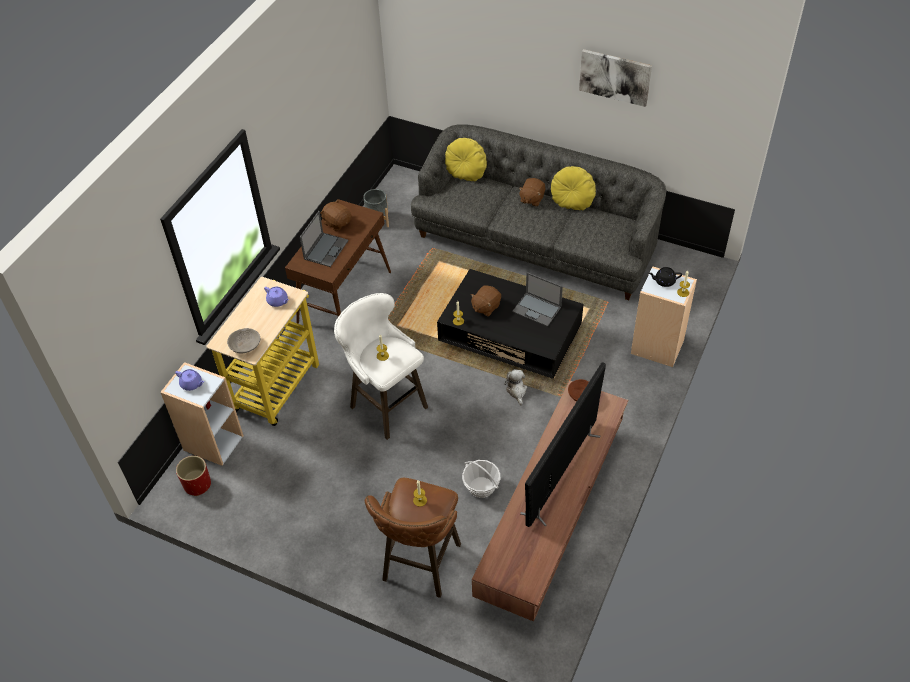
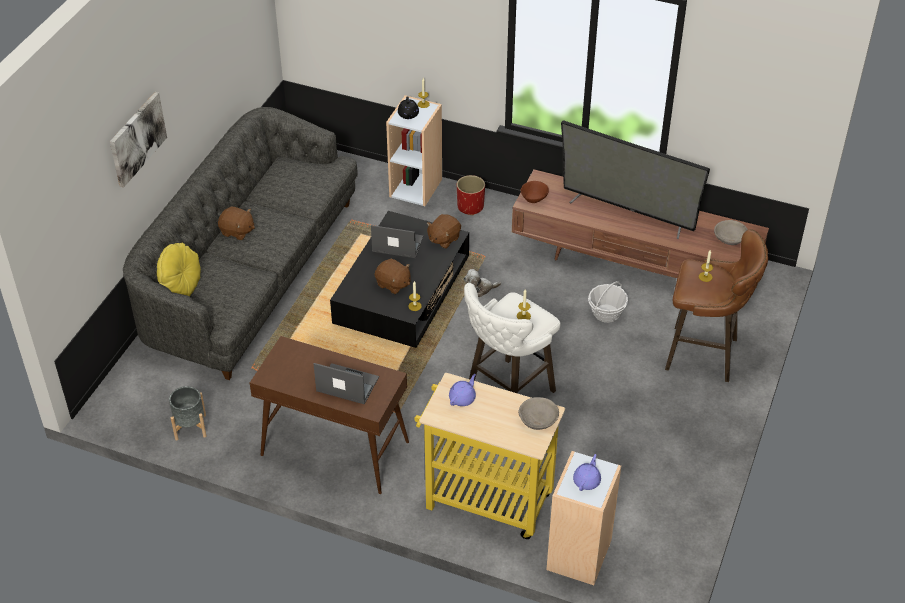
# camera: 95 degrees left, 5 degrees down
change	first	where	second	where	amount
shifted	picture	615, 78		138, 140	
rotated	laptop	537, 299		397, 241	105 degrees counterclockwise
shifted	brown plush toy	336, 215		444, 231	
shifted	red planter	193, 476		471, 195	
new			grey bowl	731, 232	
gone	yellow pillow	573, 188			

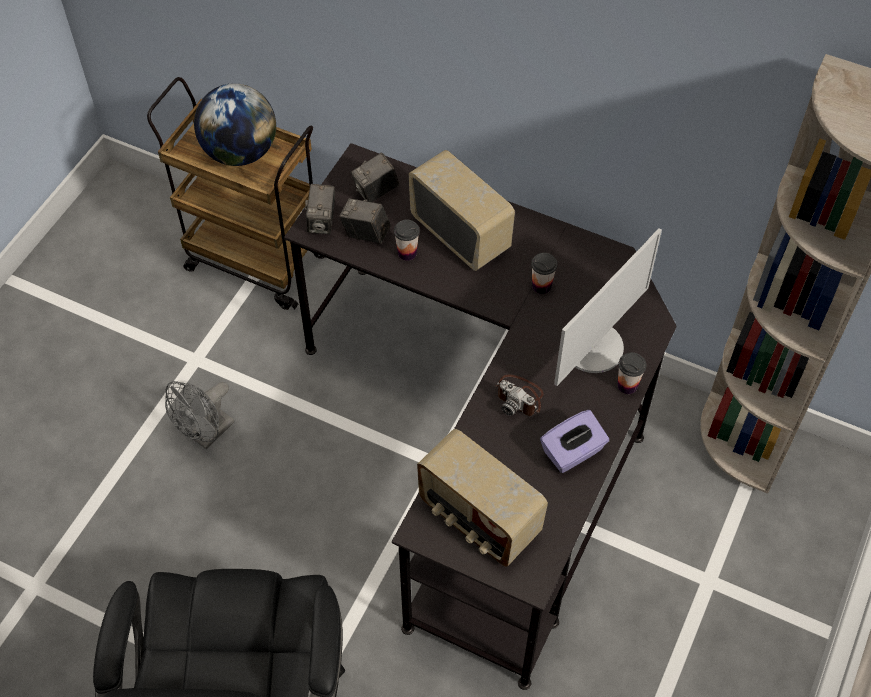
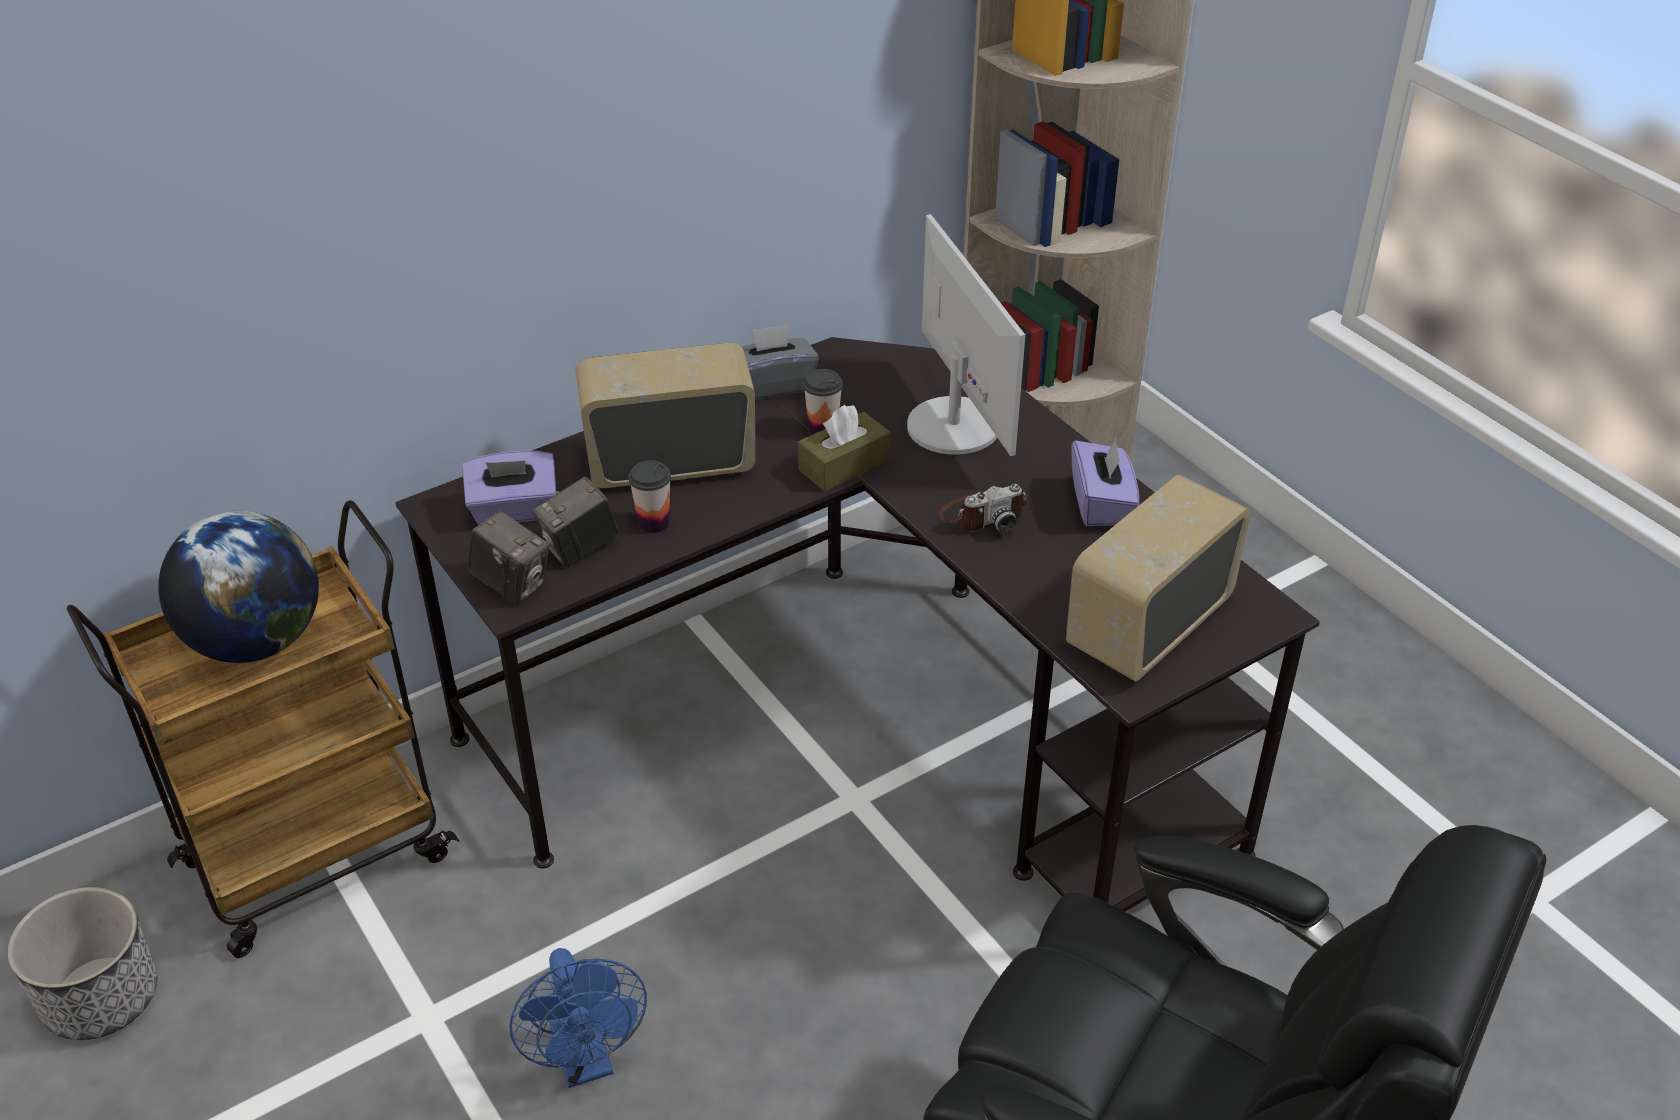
# camera: 60 degrees left, 15 degrees down
change	first	where	second	where	amount
new			planter	82, 963	
swapped	photo camera	375, 177	purple tissue box	509, 487	
repainted	grey fan	199, 415	blue fan	578, 1018	
new			grey tissue box	780, 362	
new			brown tissue box	844, 448	
rotated	radio	482, 498		1158, 577	150 degrees clockwise
gone	cup	631, 373			

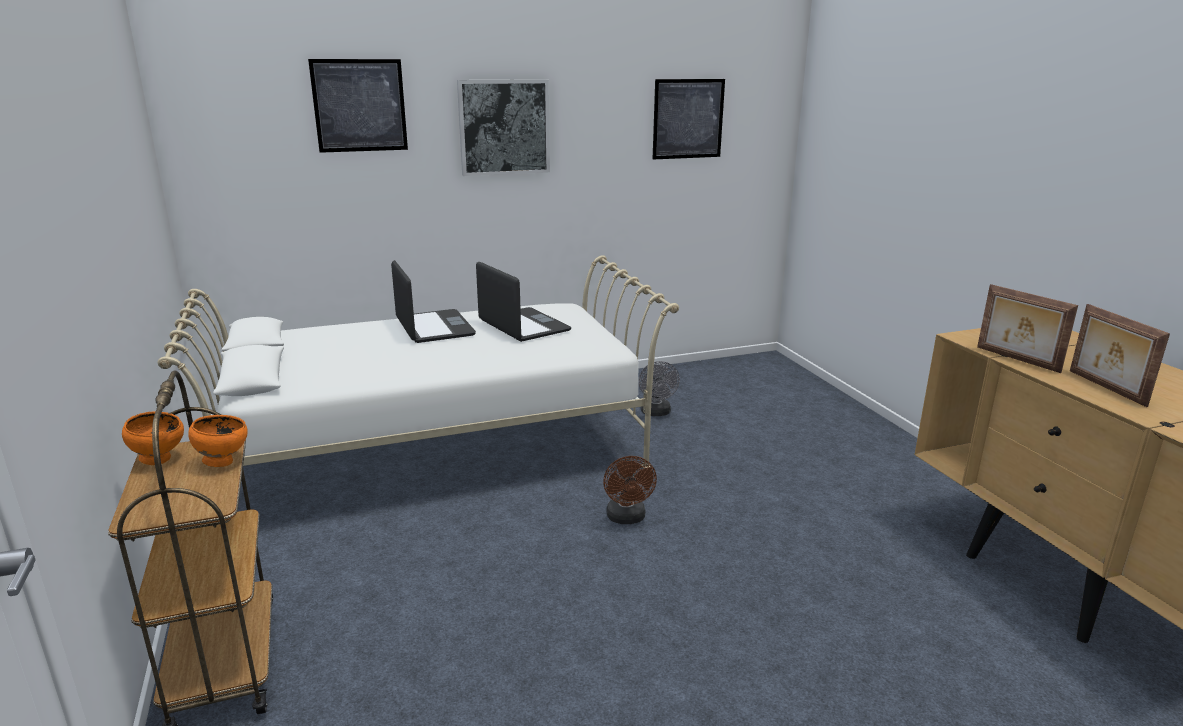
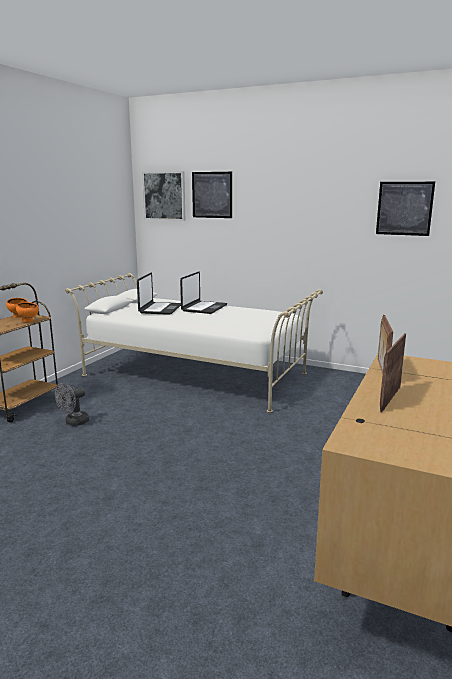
# camera: 45 degrees right, 5 degrees down
change	first	where	second	where	amount
shifted	grey fan	659, 388		72, 404	
shifted	laptop	523, 302		159, 294	
shifted	picture	503, 127		163, 196	
gone	brown fan	630, 490			

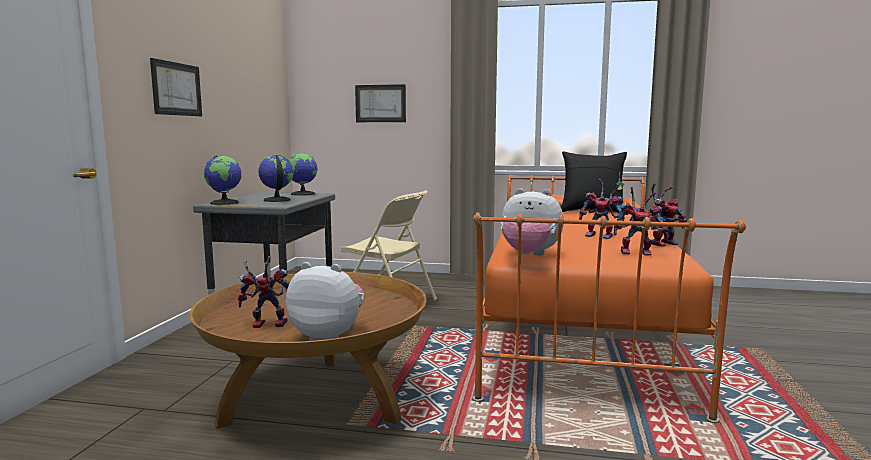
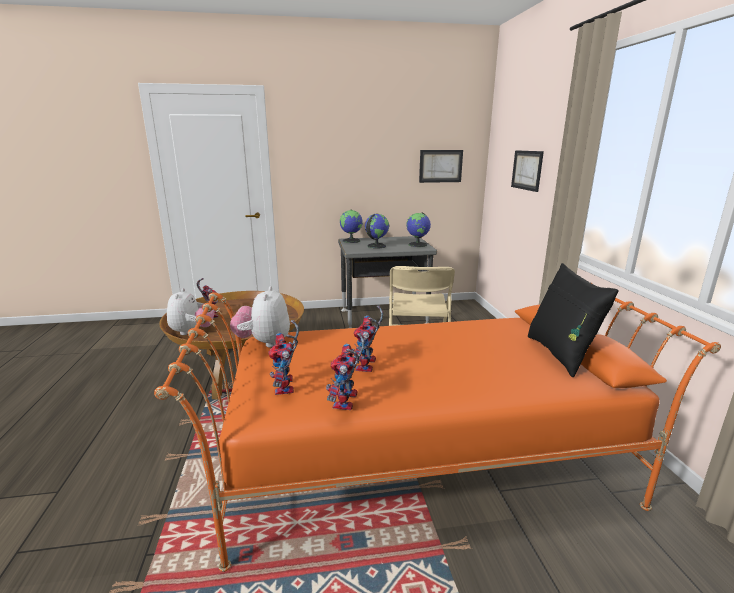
# camera: 70 degrees right, 10 degrees up
change	first	where	second	where	amount
rotated	toy robot	669, 215		345, 371	60 degrees clockwise
shifted	picture	176, 87		441, 166	

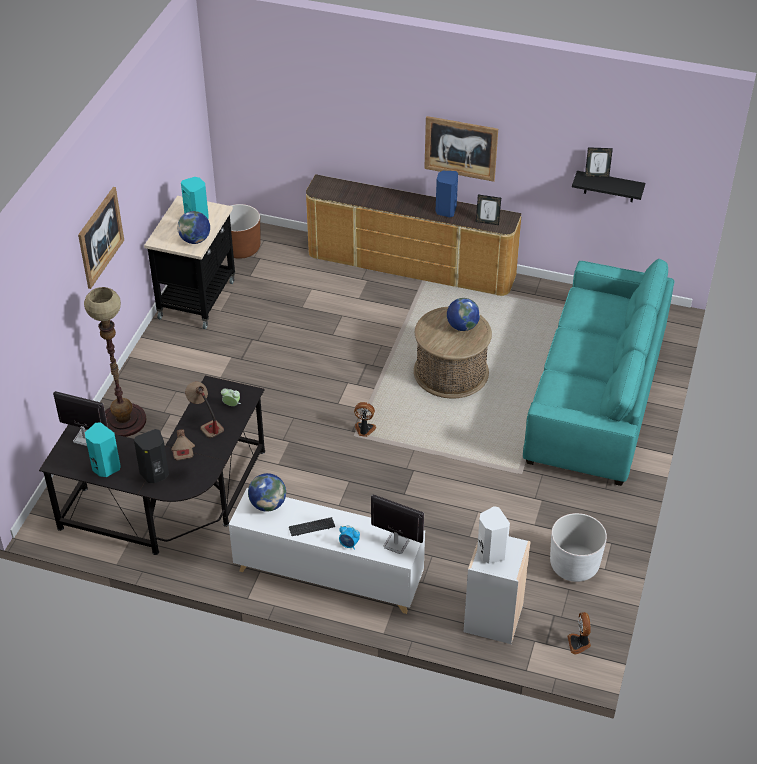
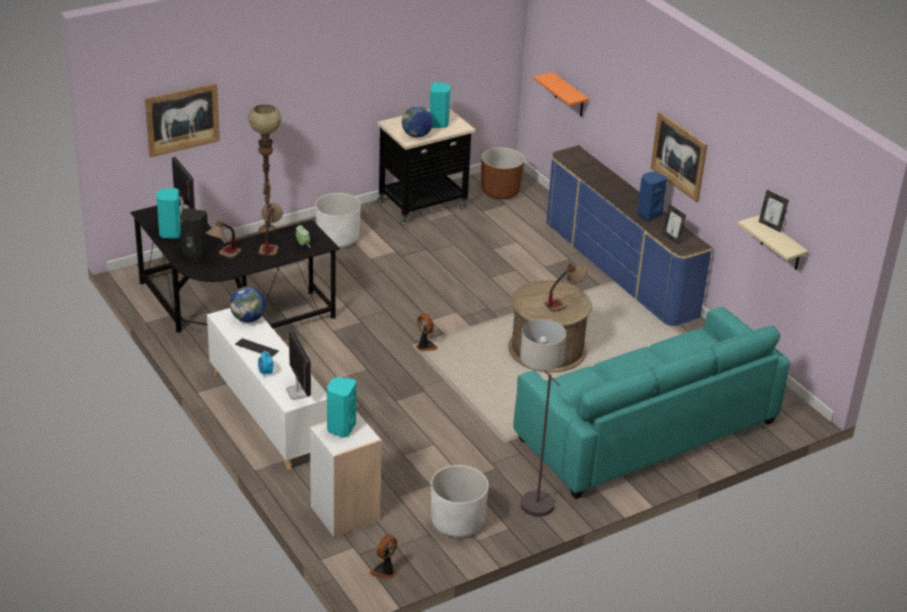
# camera: 40 degrees right, 10 degrees down
change	first	where	second	where	amount
shifted	picture	101, 238		182, 120	
new			white planter	338, 220	
repainted	white speaker	493, 535	turquoise speaker	341, 407	
new			grey floor lamp	543, 418	
new			orange shelf	561, 94	
swapped	globe	463, 314	table lamp	565, 287	
repainted	brown cabinet	414, 235	blue cabinet	629, 235	
repainted	black shelf	608, 186	beige shelf	773, 242	

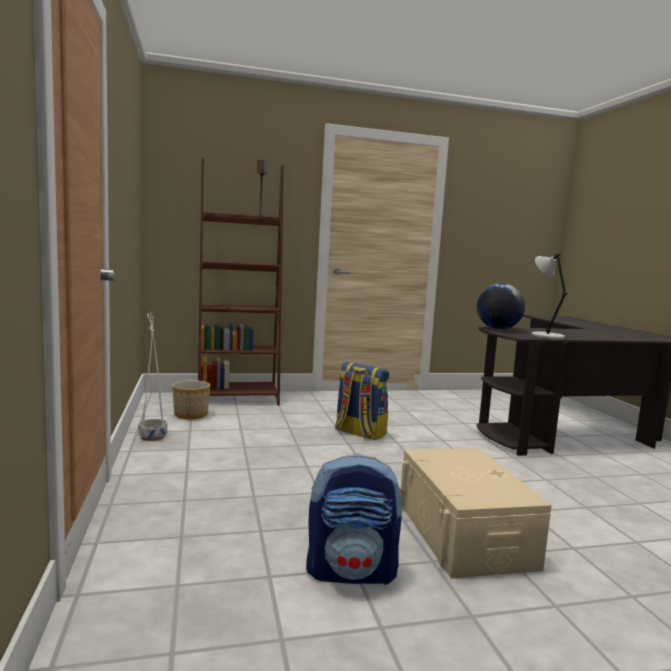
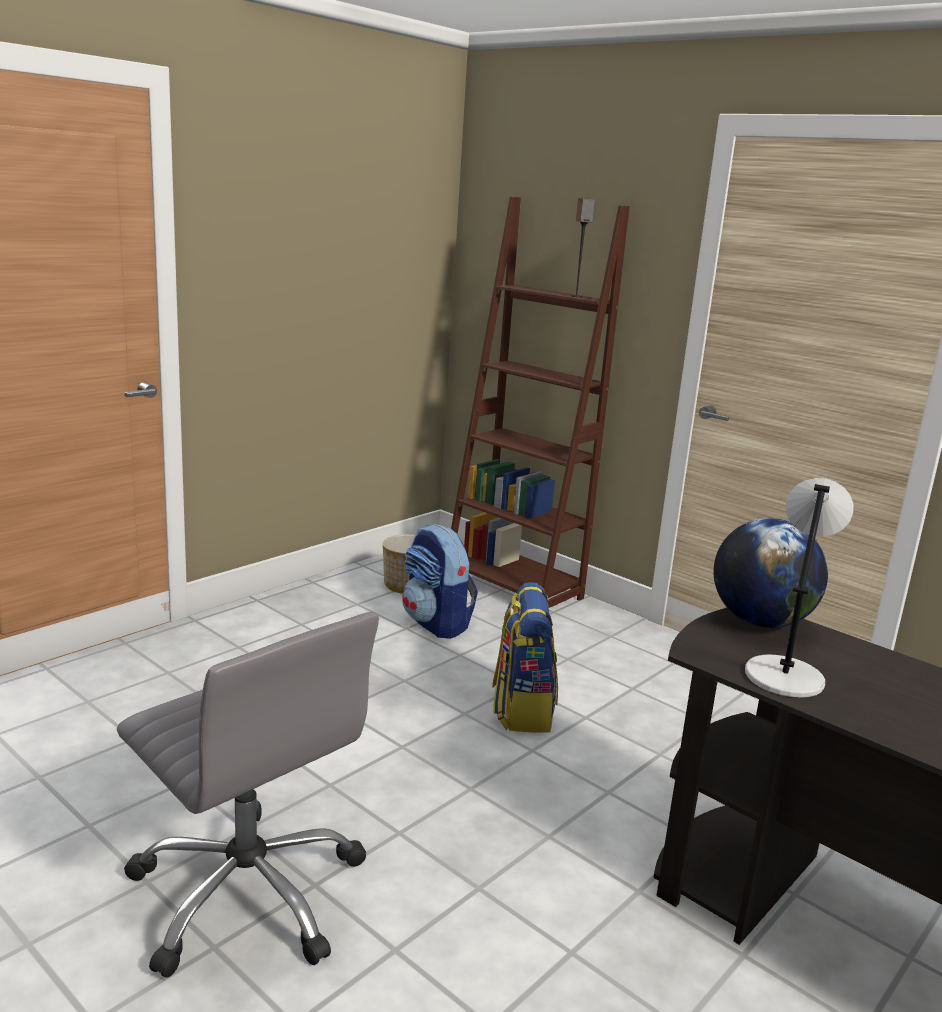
# camera: 55 degrees right, 10 degrees up
change	first	where	second	where	amount
swapped	beige storage box	476, 513	grey office chair	248, 795	
shifted	backpack	355, 519		440, 581	
gone	white planter	152, 376			

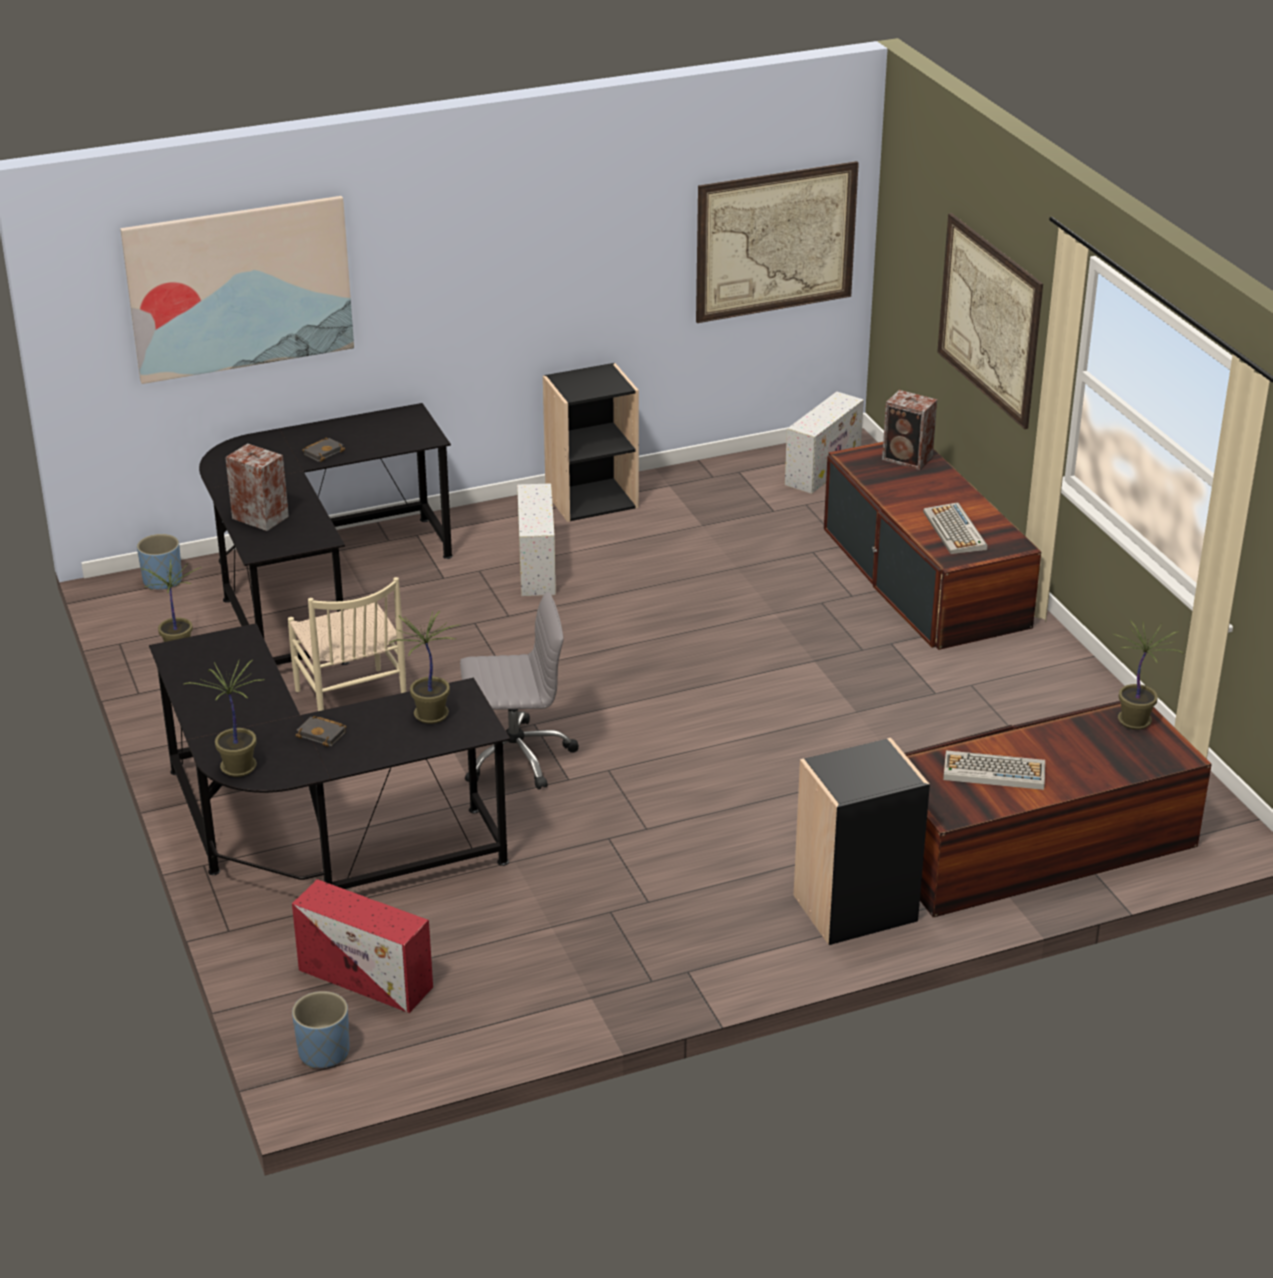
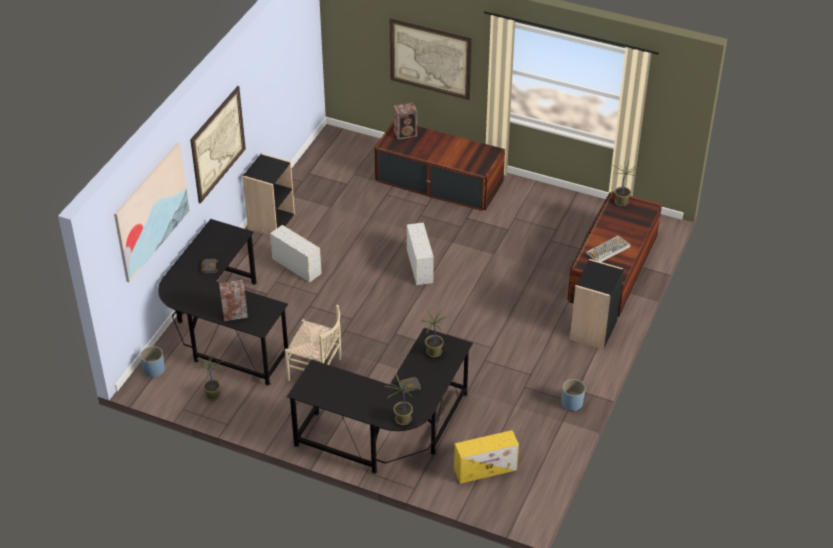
# camera: 45 degrees left, 10 degrees up
change	first	where	second	where	amount
shifted	picture	777, 242		218, 145	
shifted	white storage box	824, 442		420, 254	
repainted	red storage box	362, 946	yellow storage box	486, 457	
shifted	blue planter	321, 1029		573, 395	
gone	grey office chair	519, 691			
gone	keyboard	955, 528			

